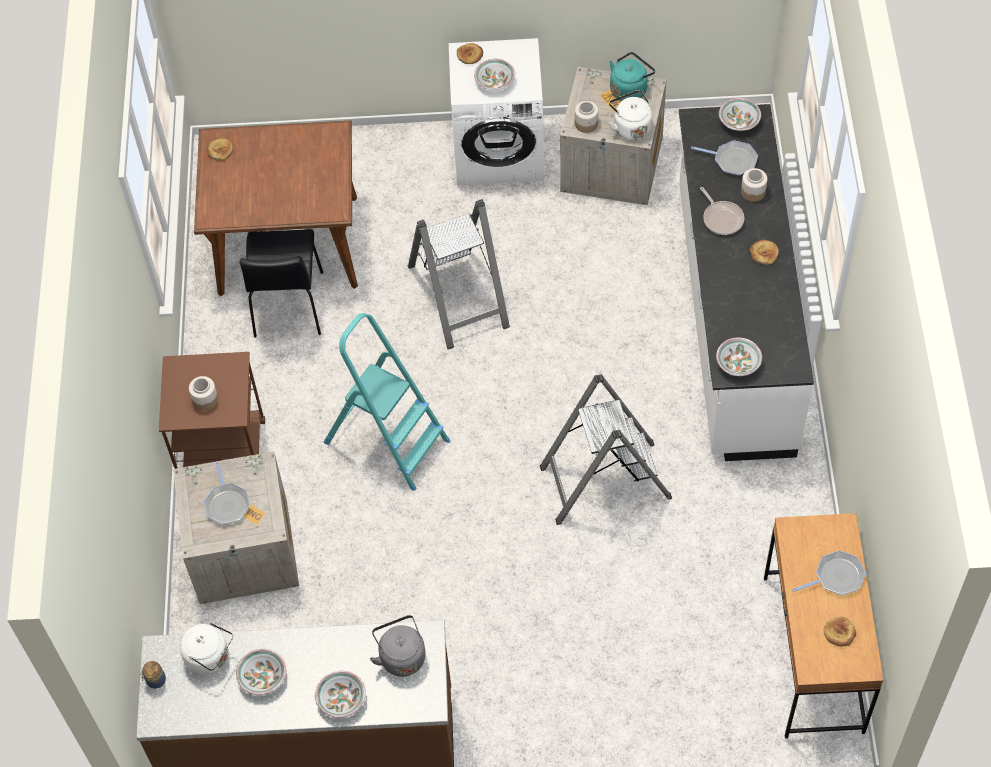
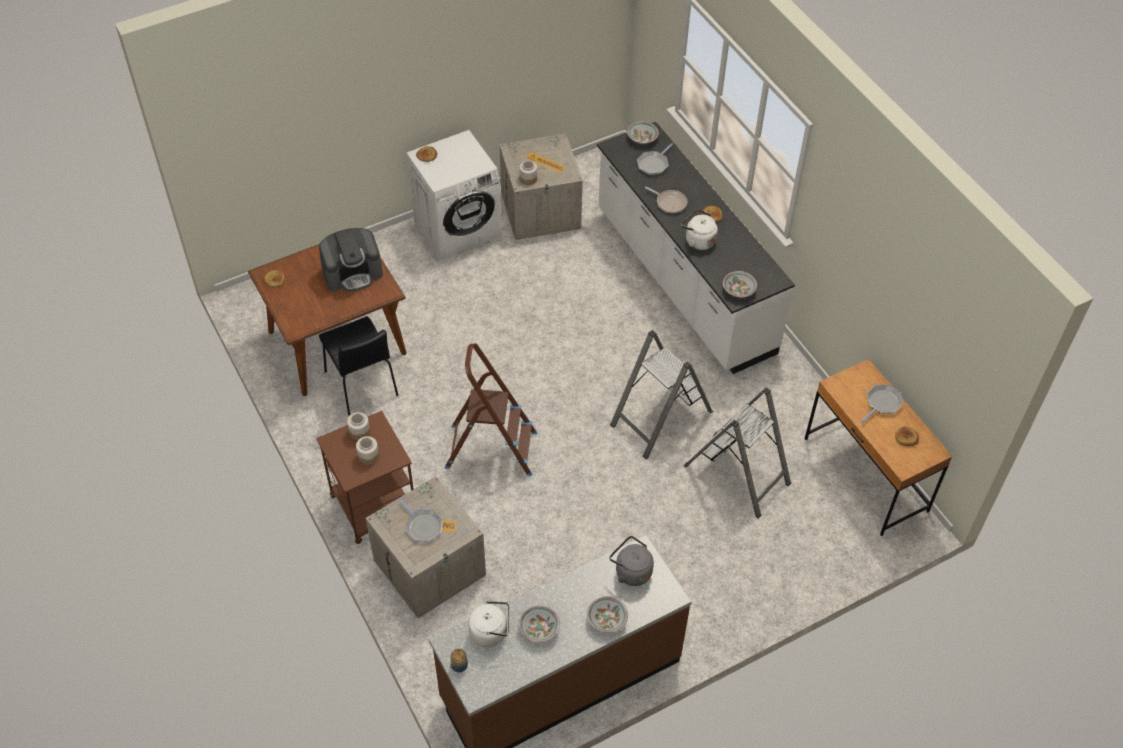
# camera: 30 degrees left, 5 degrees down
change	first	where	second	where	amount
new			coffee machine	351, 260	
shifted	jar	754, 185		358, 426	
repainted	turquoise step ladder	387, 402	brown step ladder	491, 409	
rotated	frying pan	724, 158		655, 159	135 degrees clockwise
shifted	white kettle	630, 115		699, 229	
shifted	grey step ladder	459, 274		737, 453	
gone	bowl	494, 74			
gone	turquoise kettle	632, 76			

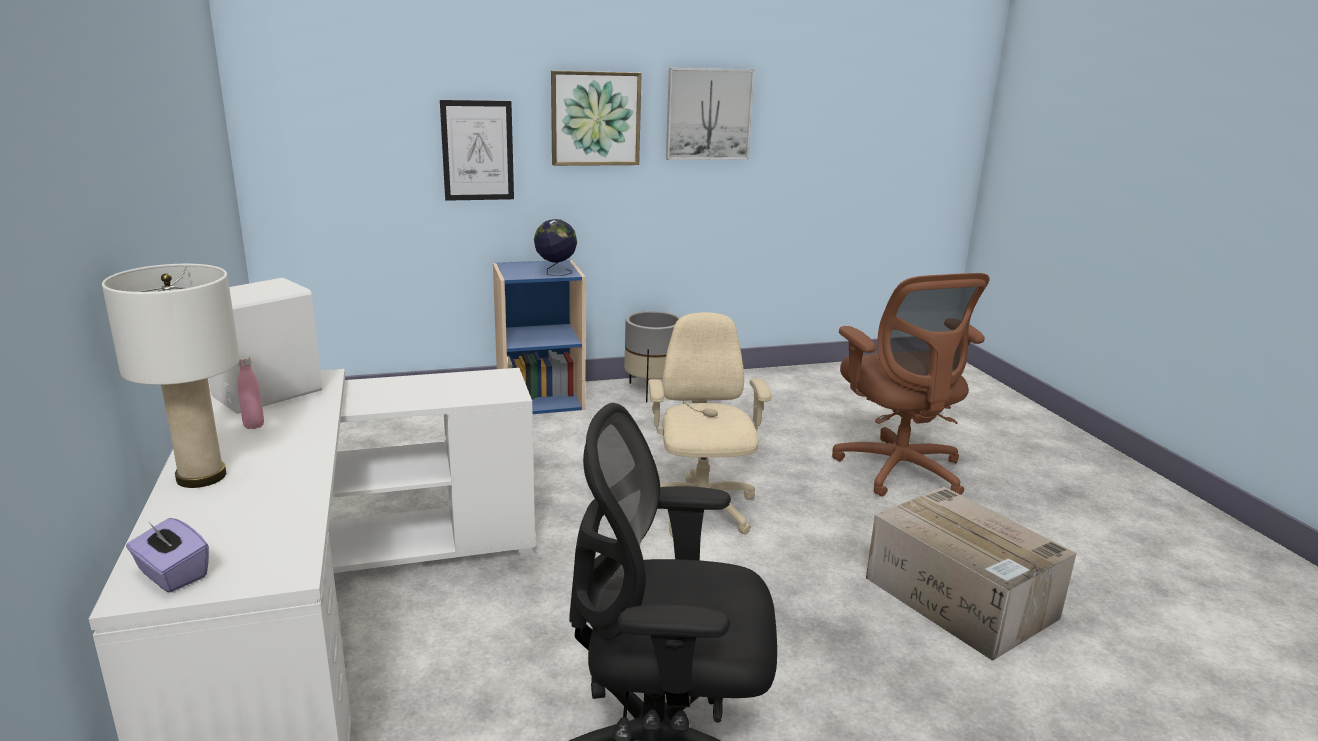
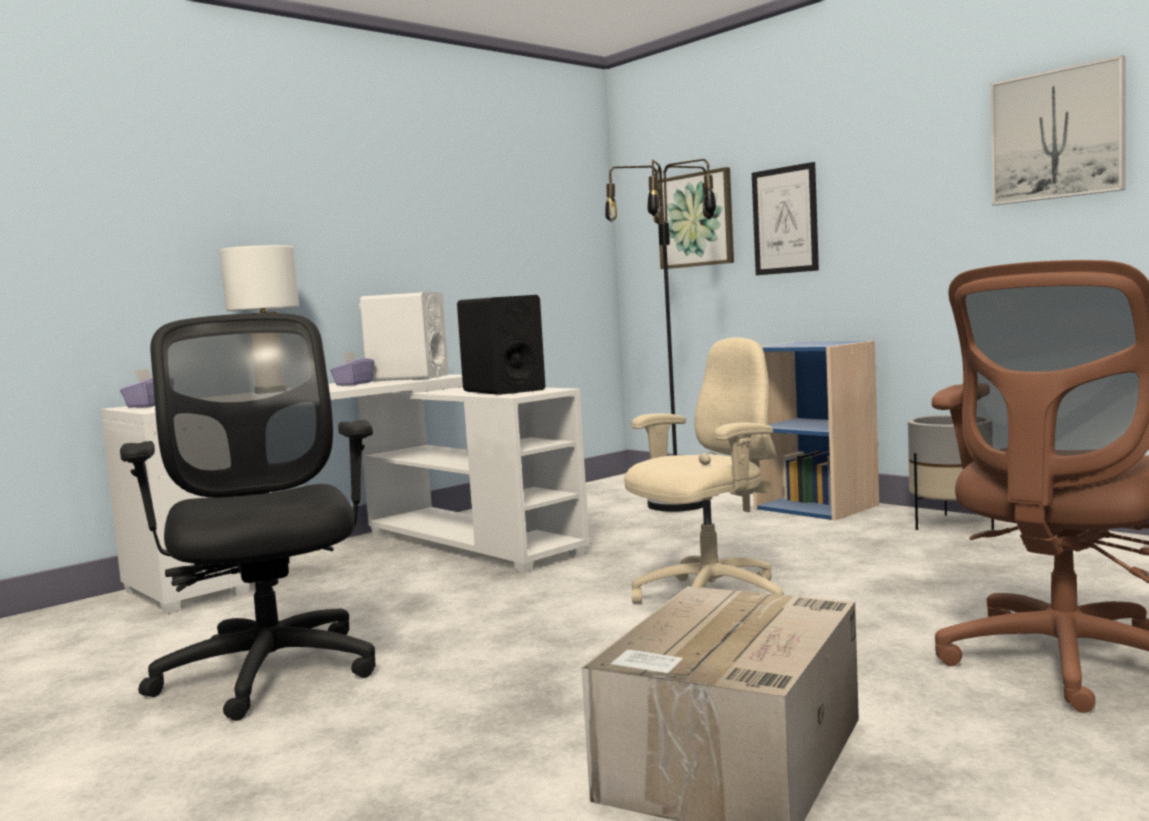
# camera: 65 degrees right, 15 degrees down
change	first	where	second	where	amount
swapped	pink bottle	251, 392	purple tissue box	352, 368	
new			black speaker	501, 345	
new			floor lamp	660, 335	
shifted	picture	596, 118		696, 218	
gone	globe	555, 247			

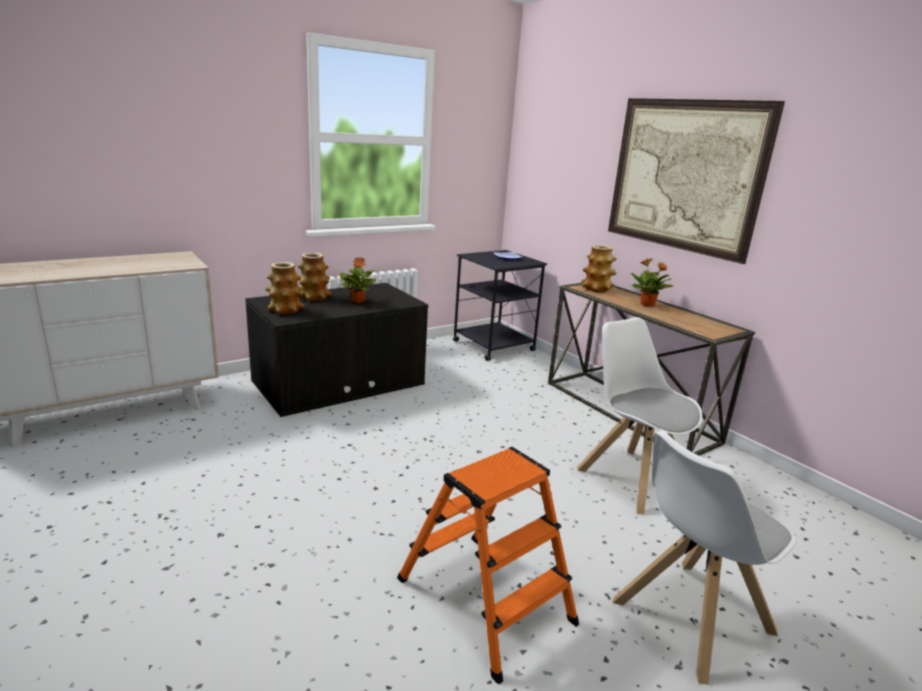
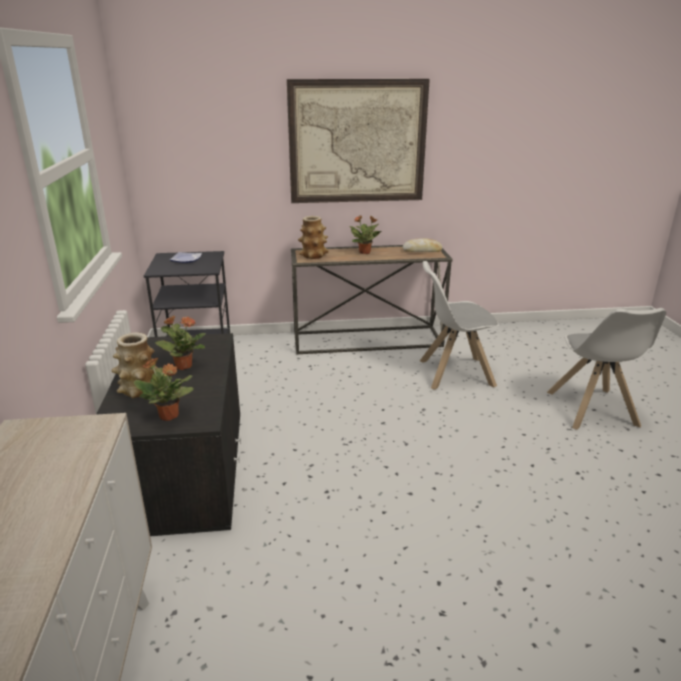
# camera: 60 degrees left, 5 degrees up
change	first	where	second	where	amount
swapped	vase	285, 288	potted plant	164, 389	
new			bread	422, 245	
gone	orange step ladder	488, 565			

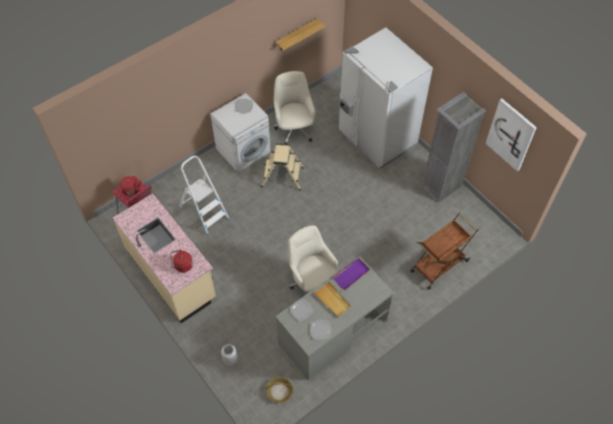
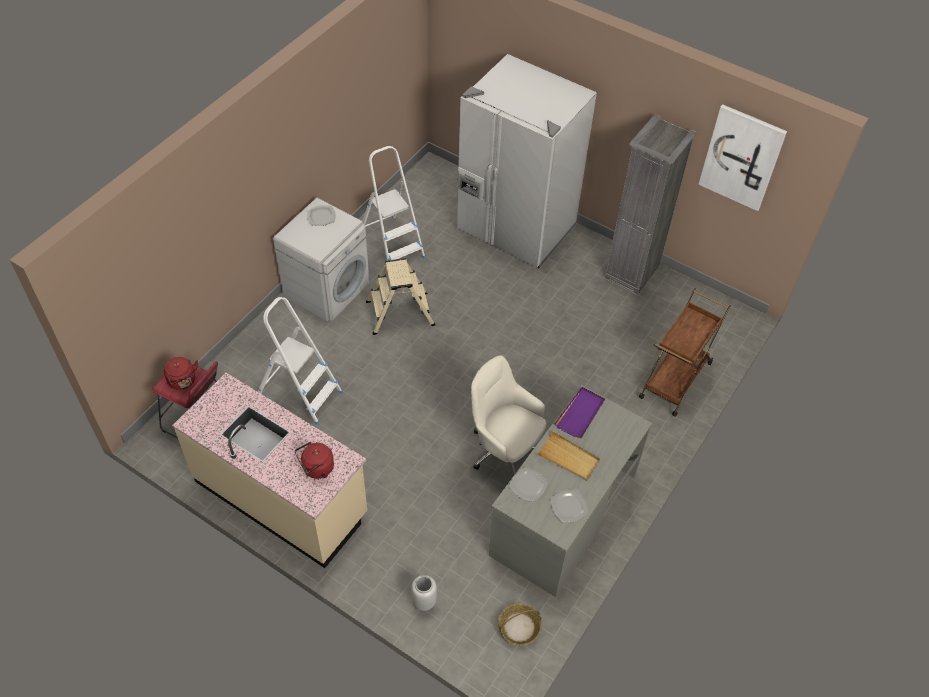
# camera: 20 degrees left, 5 degrees down
change	first	where	second	where	amount
swapped	beige office chair	295, 108	white step ladder	394, 203	
gone	shelf	300, 34			

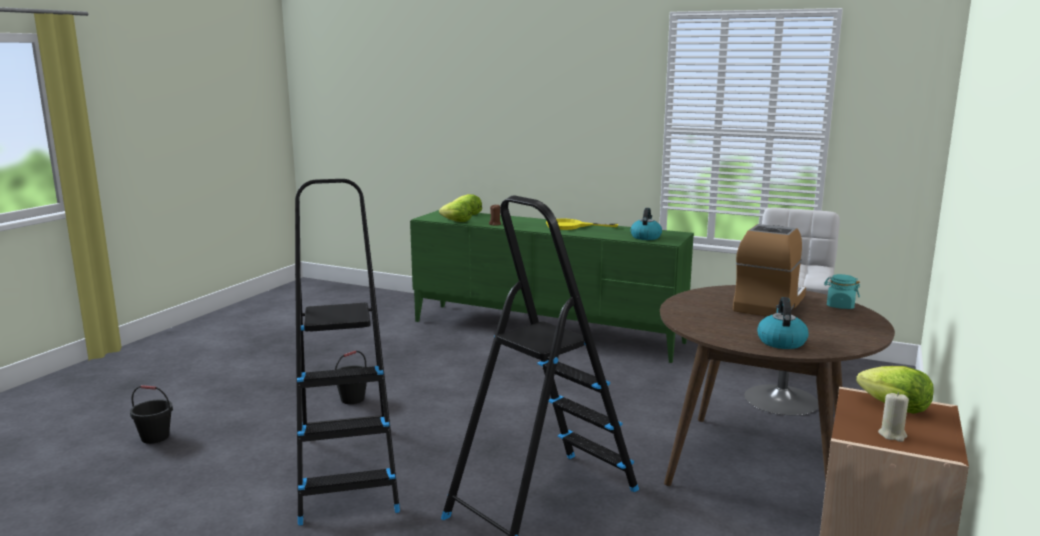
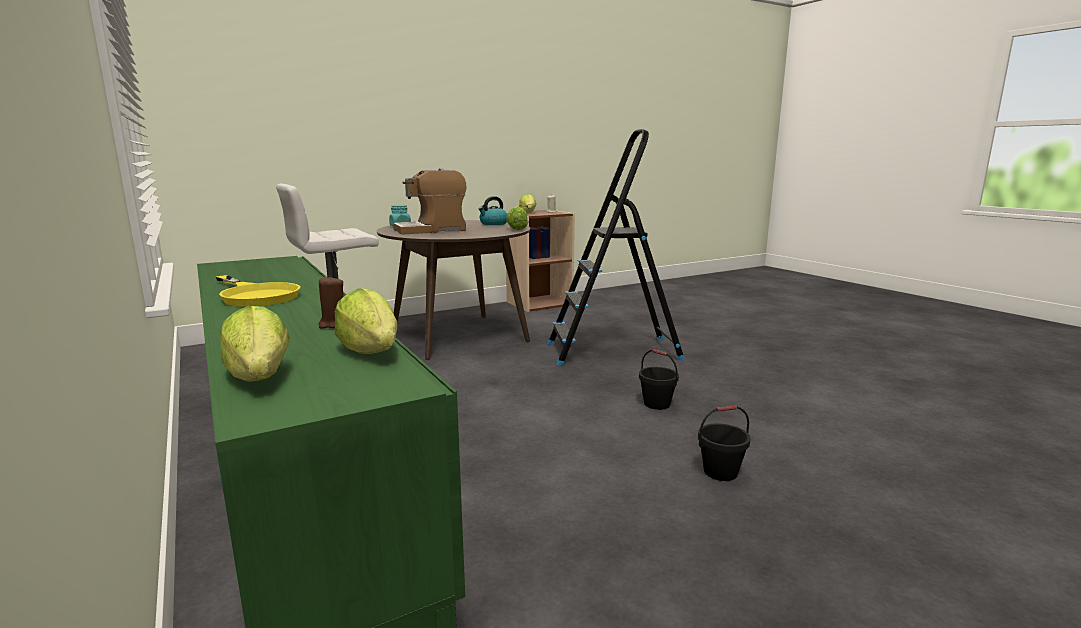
# camera: 145 degrees left, 0 degrees up
change	first	where	second	where	amount
new			lettuce	517, 218	
shifted	black bucket	151, 414		659, 379	
gone	black step ladder	347, 352			
gone	kettle	646, 224			

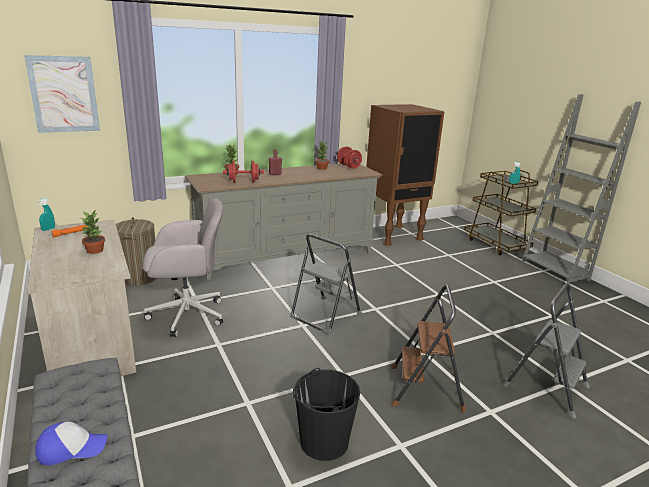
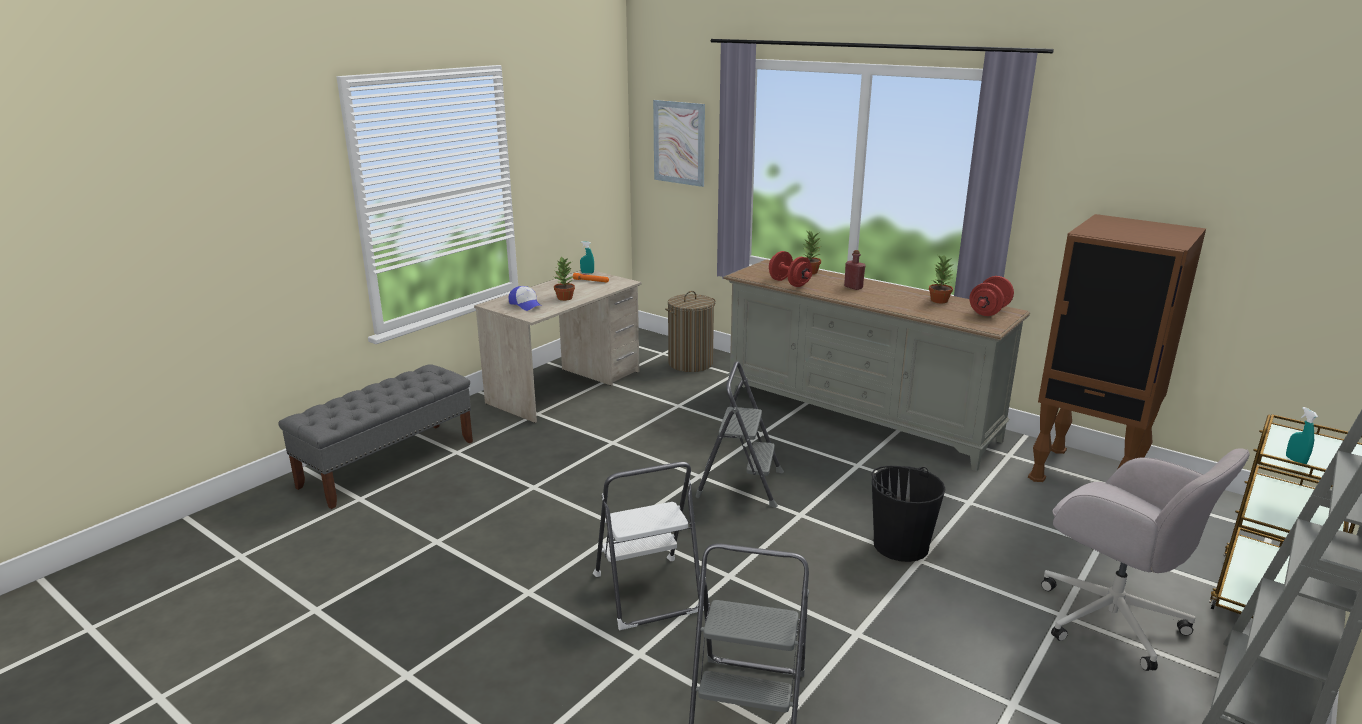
# camera: 65 degrees right, 0 degrees up
change	first	where	second	where	amount
shifted	cap	71, 443		525, 298	
repainted	brown step ladder	428, 348	white step ladder	648, 546	
shifted	black bucket	326, 414		909, 514	
shifted	grey office chair	183, 267		1145, 559	

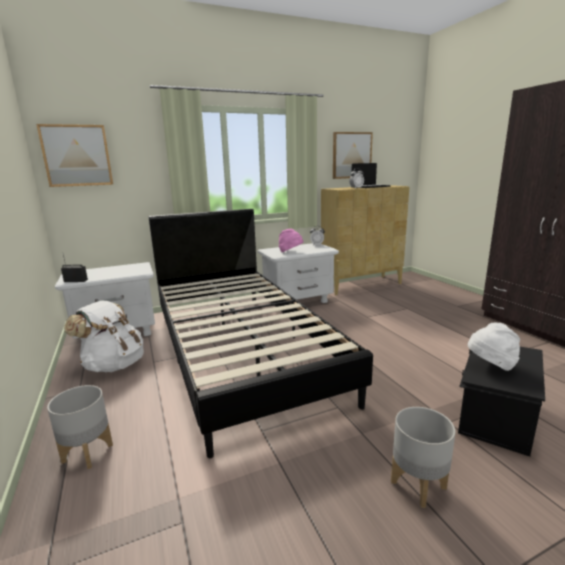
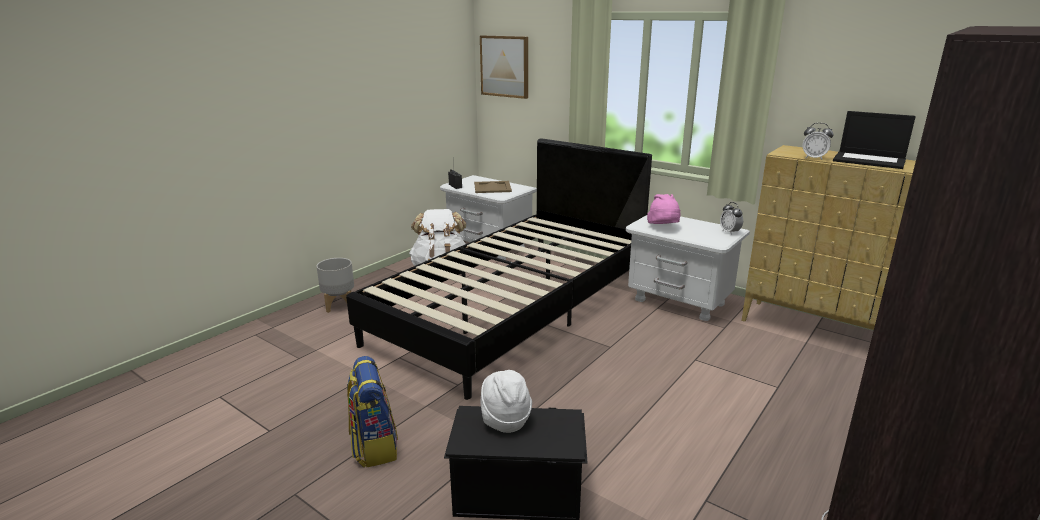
# camera: 60 degrees right, 5 degrees up
change	first	where	second	where	amount
swapped	grey planter	423, 457	backpack	372, 412	
new			beige tray	493, 187	
gone	picture	353, 155			

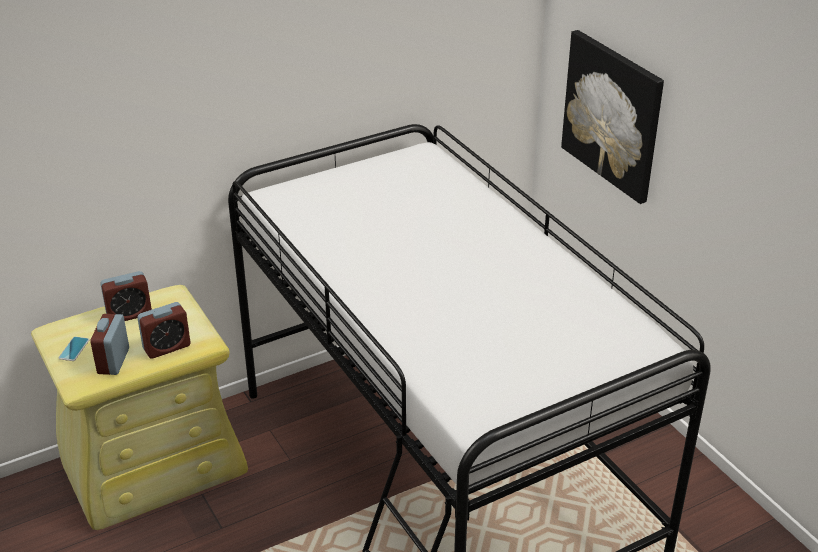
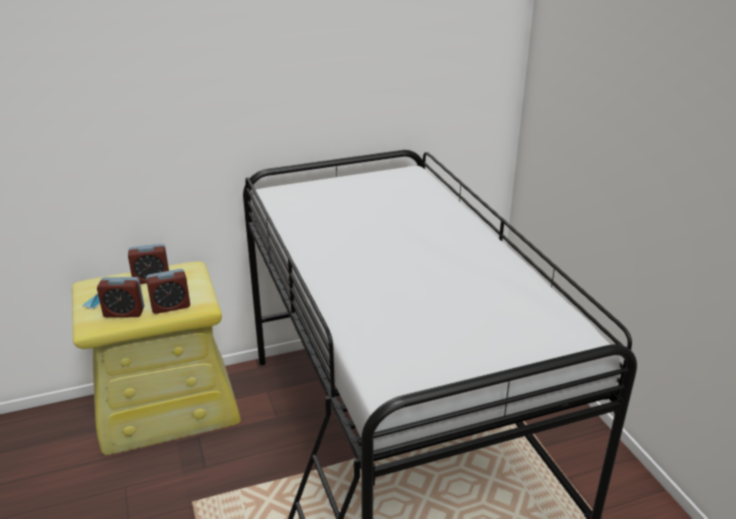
# camera: 10 degrees right, 5 degrees down
change	first	where	second	where	amount
rotated	alarm clock	109, 344		120, 297	105 degrees counterclockwise
gone	picture	612, 117			

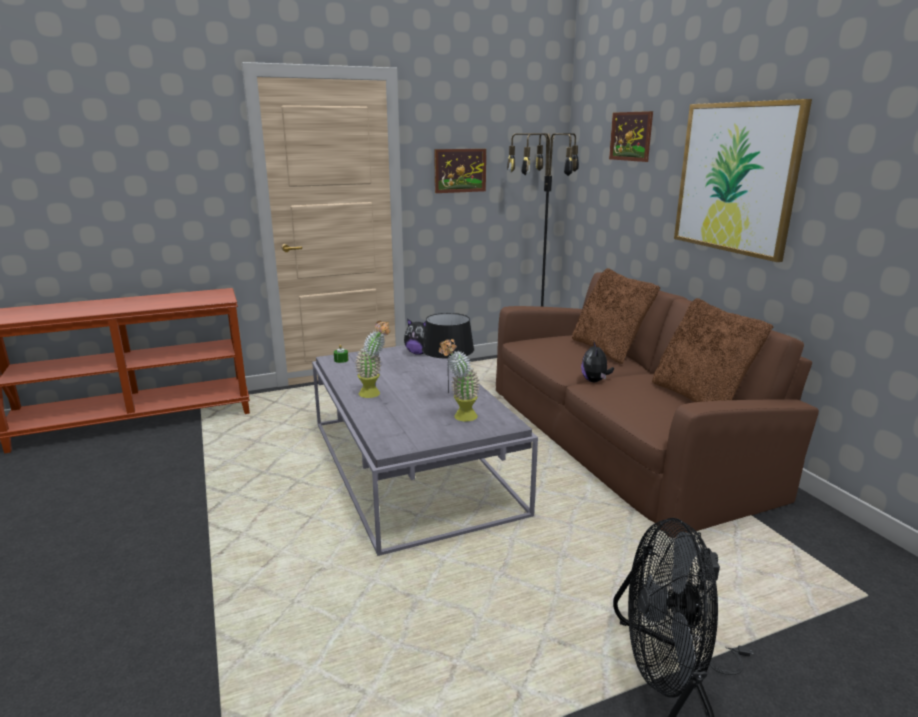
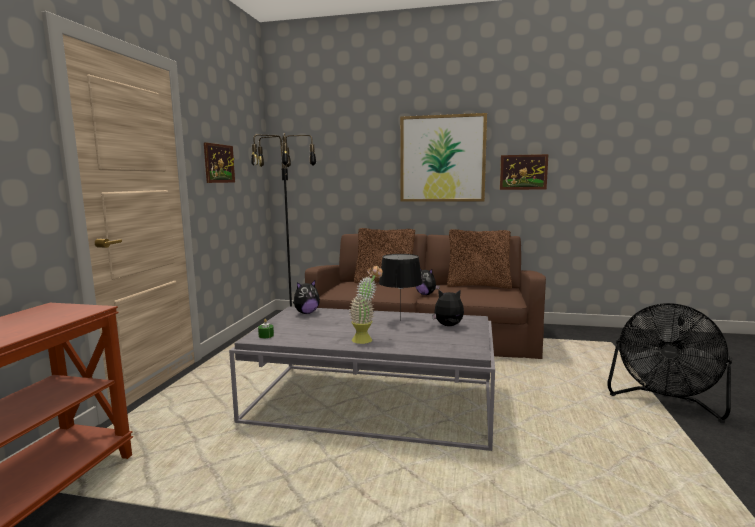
# camera: 55 degrees left, 10 degrees down
change	first	where	second	where	amount
swapped	potted plant	459, 380	plush toy	448, 307	
shifted	picture	631, 136		524, 172	

